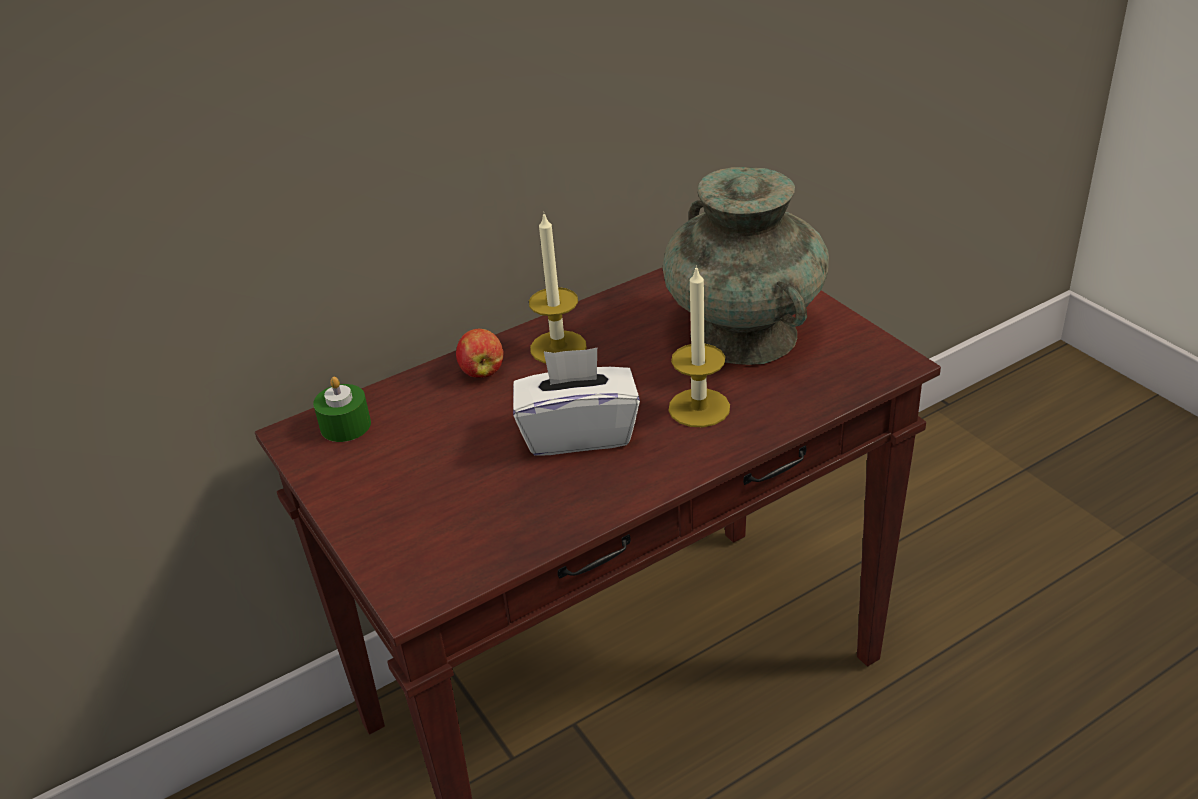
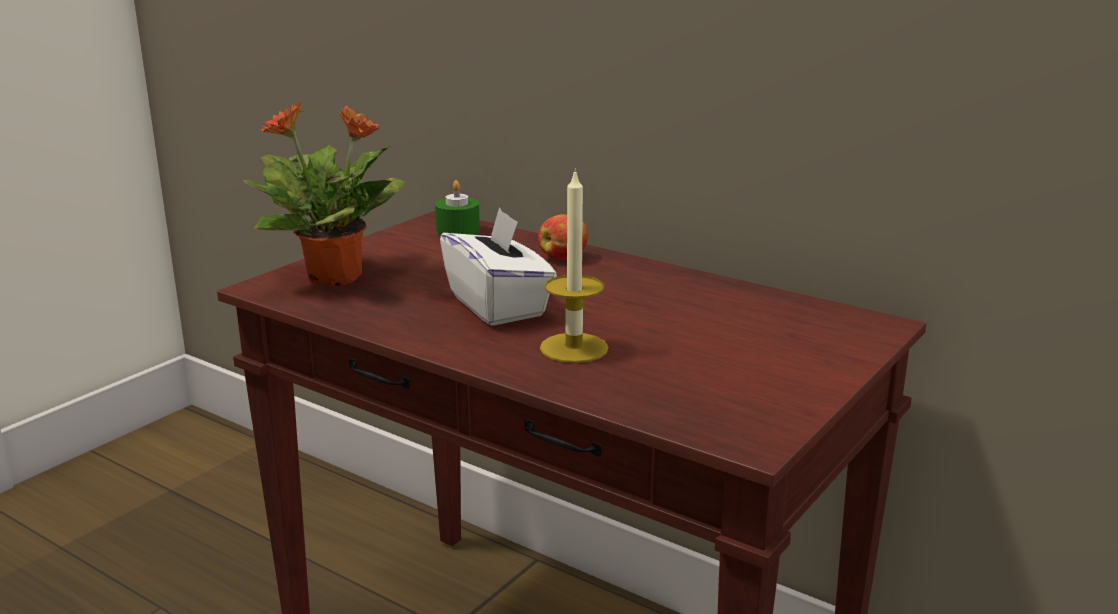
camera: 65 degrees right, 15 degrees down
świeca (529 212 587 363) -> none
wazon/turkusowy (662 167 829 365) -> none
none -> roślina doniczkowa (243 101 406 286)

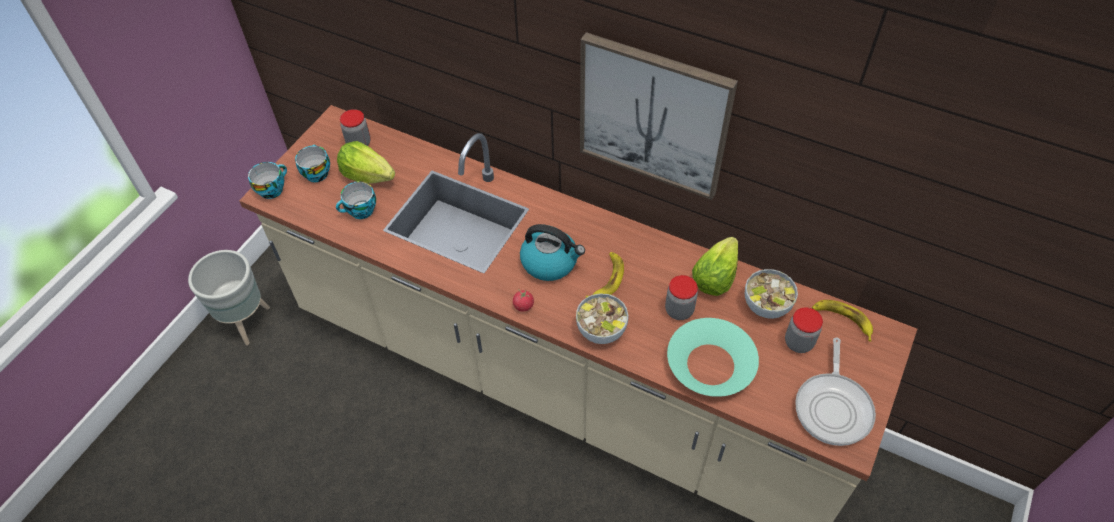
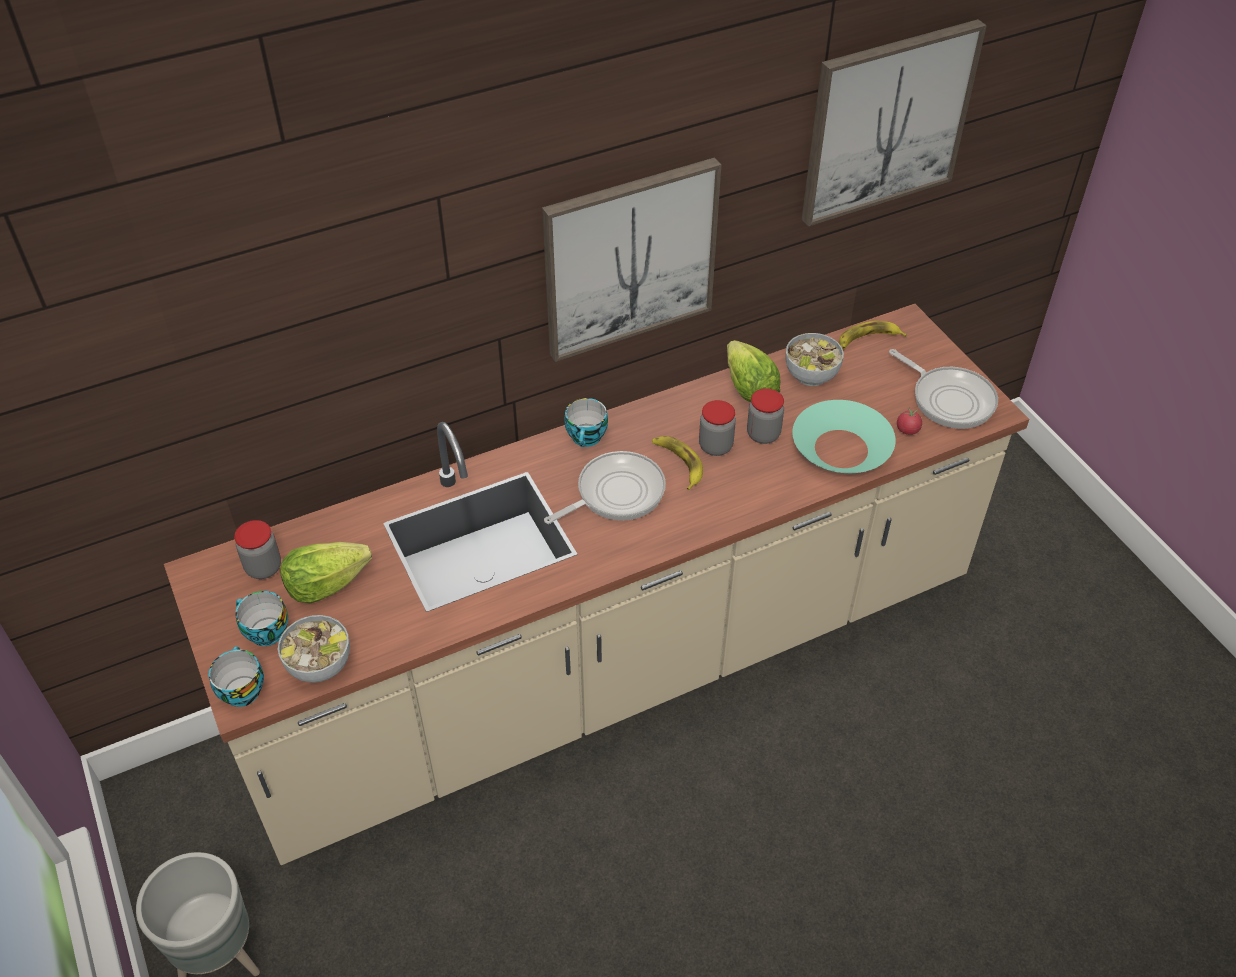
camera: 55 degrees left, 5 degrees down
filiżanka (336 181 376 219) -> filiżanka (564 398 608 447), move
pomidor (513 290 534 311) -> pomidor (897 407 922 435), move
czajnik (520 224 585 281) -> patelnia (544 451 666 524)
miska (576 293 629 344) -> miska (278 615 350 683), move
słoik (785 307 823 353) -> słoik (699 400 736 456), move
none -> obraz (802 19 987 226)

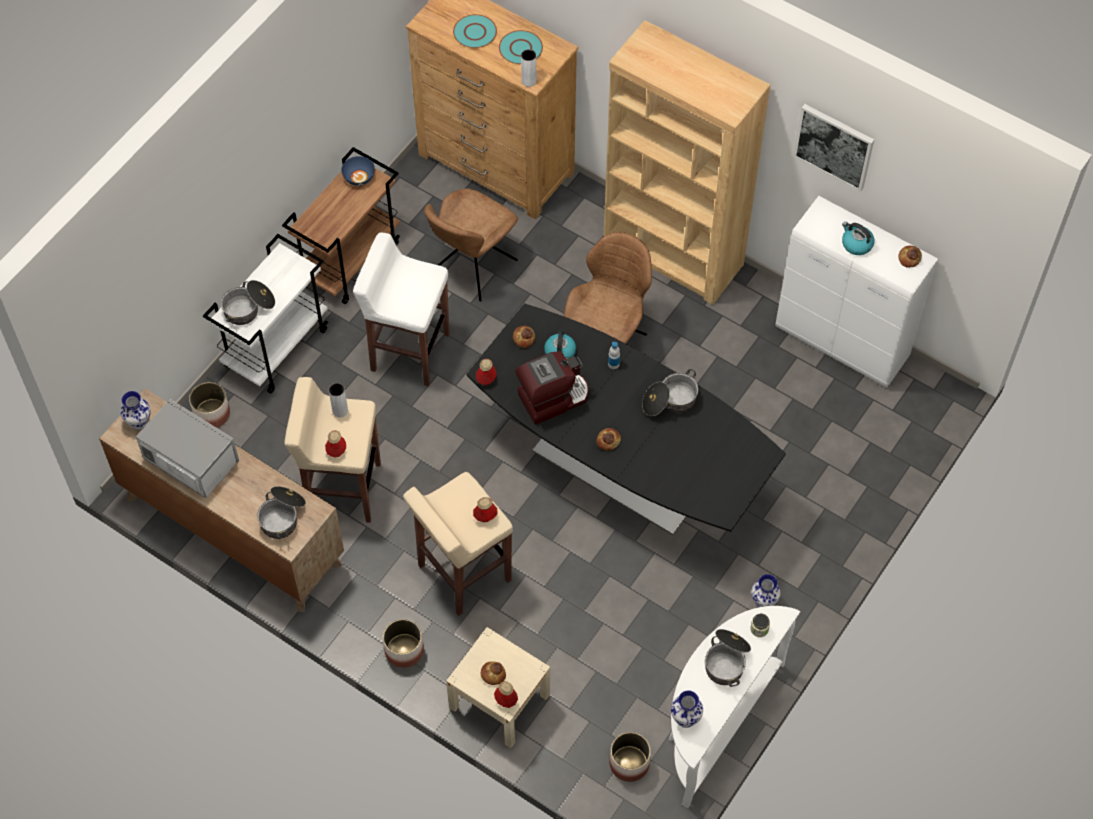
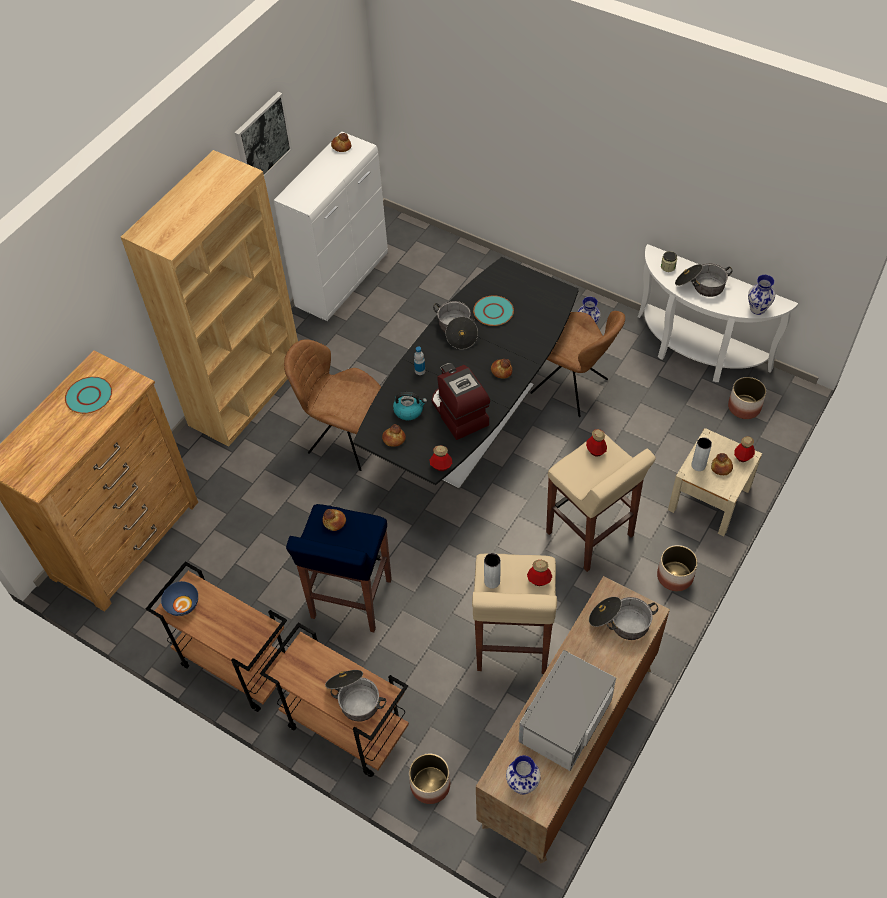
camera: 90 degrees left, 5 degrees down
wózek/biały (203 234 328 394) -> wózek/brązowy (260 623 409 777)
stołek/biały (353 232 450 386) -> stołek/niebieski (286 504 392 632)
krzesło/brązowy (424 188 518 302) -> krzesło/brązowy (530 311 625 417), move
talerz/turkusowy (453 14 497 48) -> talerz/turkusowy (473 295 514 326), move
wazon/szary (521 49 536 87) -> wazon/szary (691 437 712 471), move
czajnik (842 222 874 255) -> none
none -> chleb (323 509 346 531)

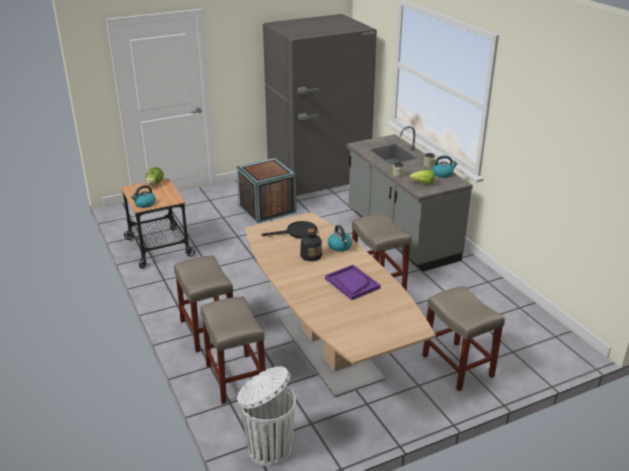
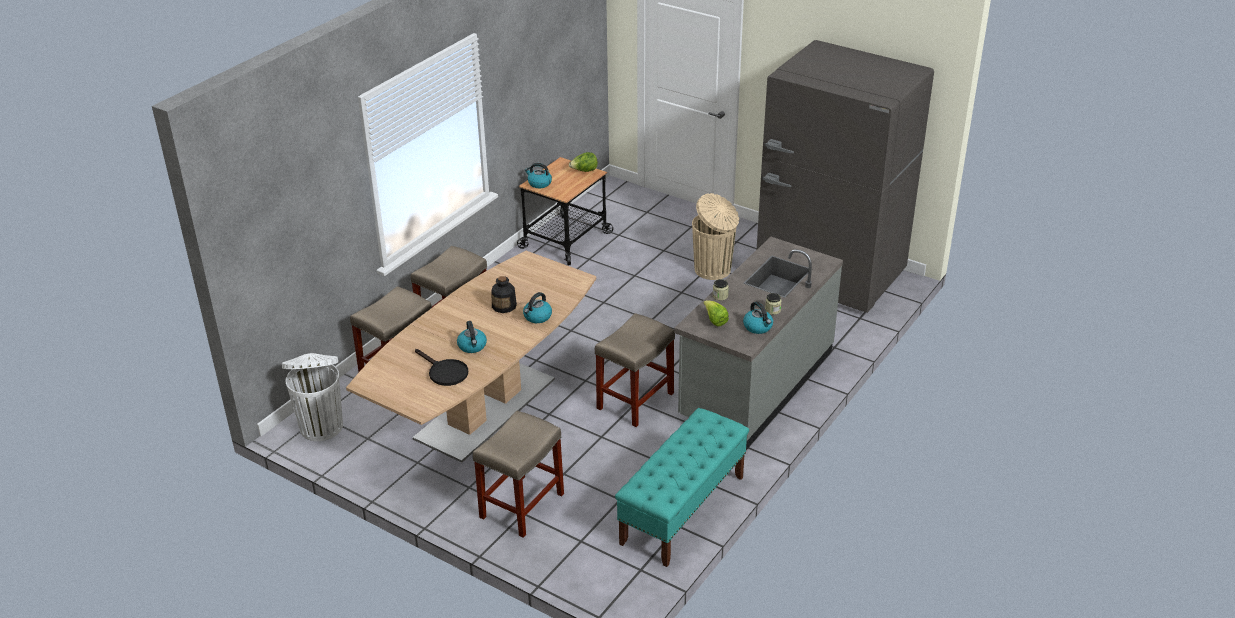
camera: 60 degrees right, 5 degrees up
skrzynka (236 158 296 223) -> kosz na śmieci/beżowy (692 193 739 280)
patelnia/czarny (262 221 317 239) -> patelnia/czarny (415 349 468 386), move
taca/fioletowy (325 265 380 300) -> czajnik (457 321 487 353)
none -> ławka/turkusowy (615 408 749 567)

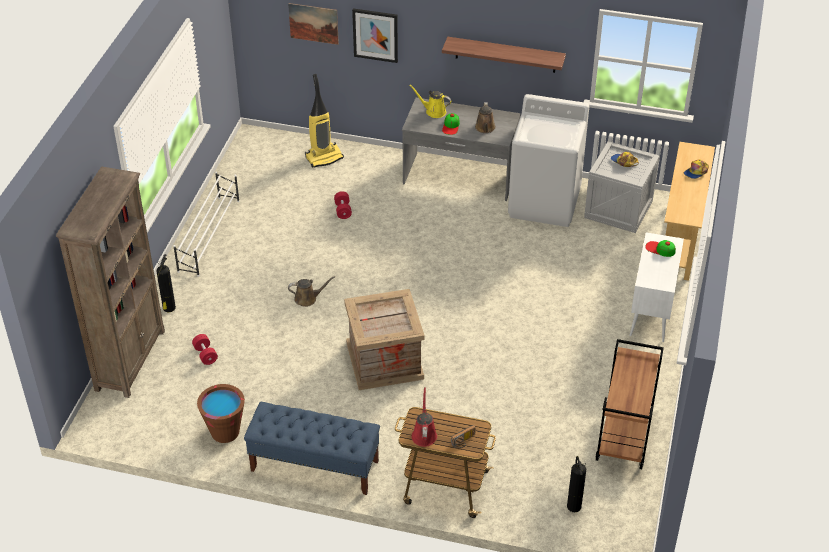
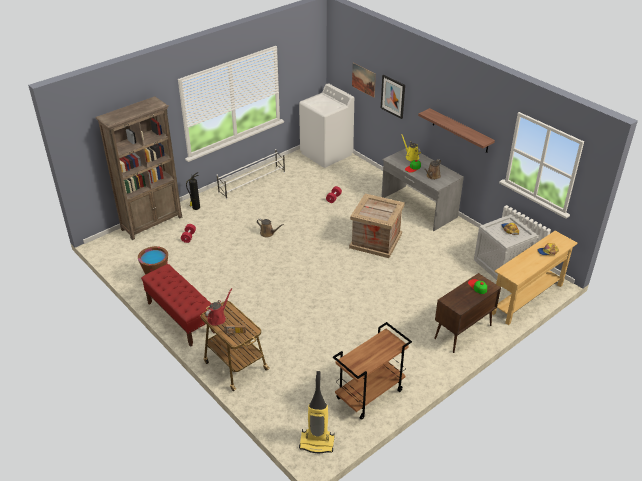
camera: 35 degrees right, 5 degrees down
ławka/niebieski (244 402 380 495) -> ławka/czerwony (141 264 215 347)
odkurzacz (305 74 344 168) -> odkurzacz (299 371 335 453), move
skrzynka (344 289 425 390) -> skrzynka (349 194 405 258), move
pralka/biały (508 94 590 227) -> pralka/biały (299 83 354 168), move
gaśnica (567 456 586 512) -> none
szafka/biały (629 232 684 342) -> szafka/brązowy (434 273 501 353)

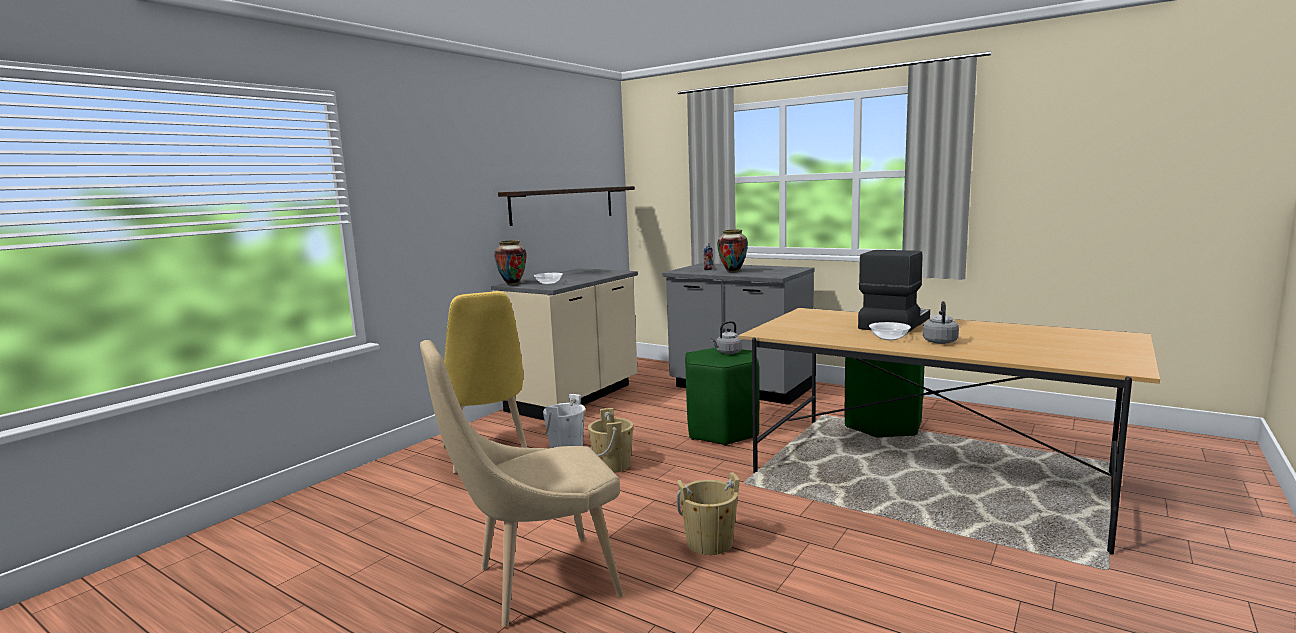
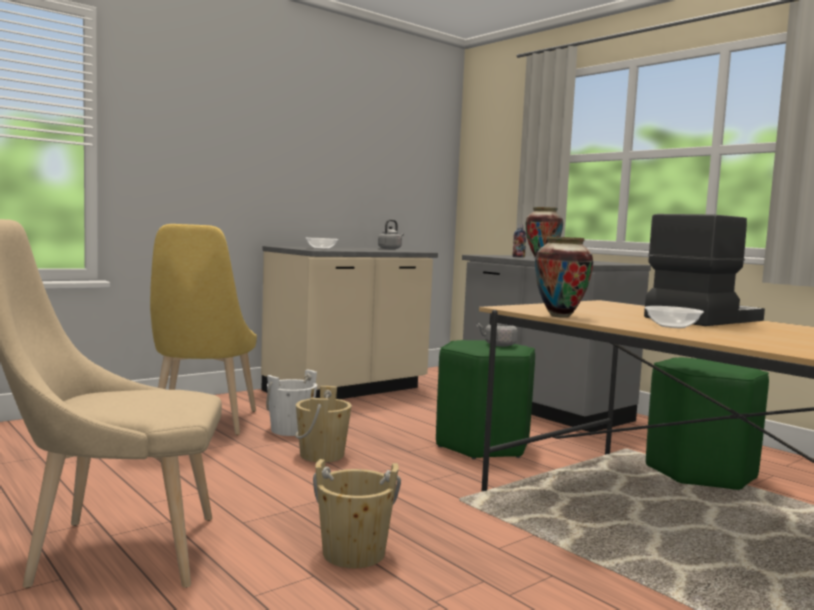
camera: 15 degrees right, 5 degrees down
wazon (494 240 526 285) -> wazon (535 236 593 318), move
półka (498 186 635 226) -> none
czajnik/szary (923 301 959 344) -> czajnik/szary (378 219 404 250), move

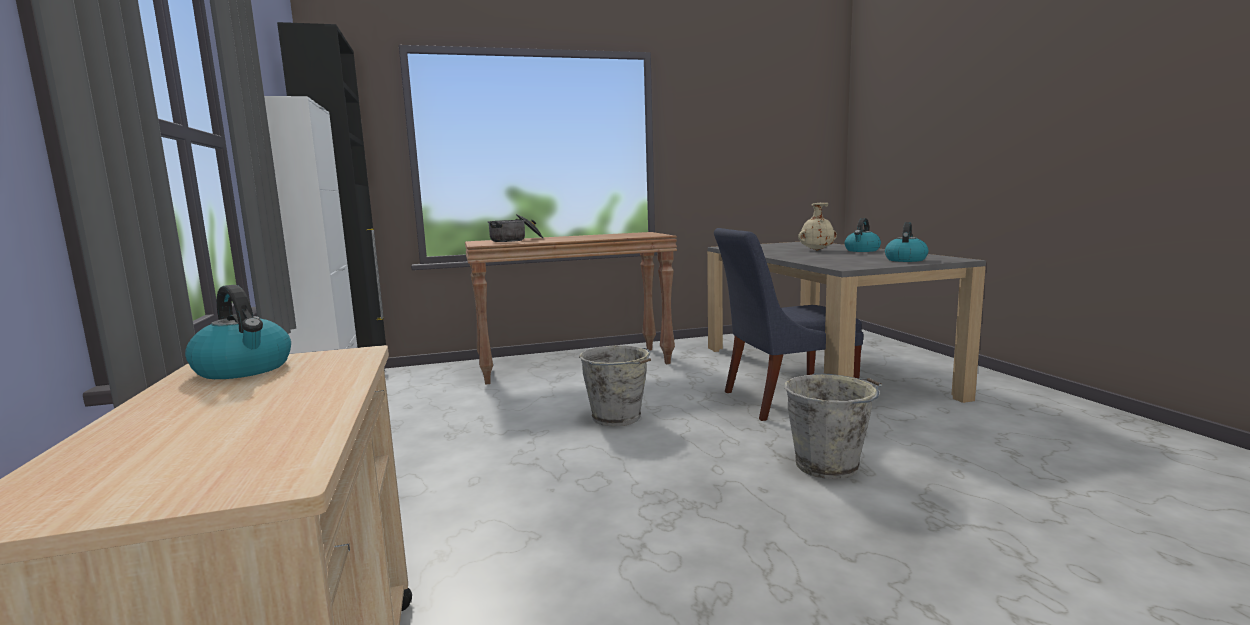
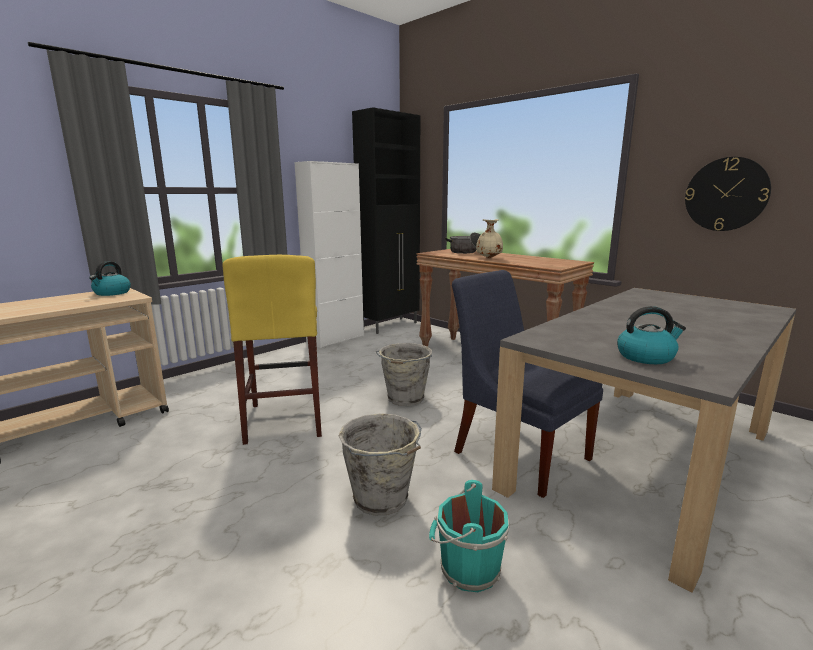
camera: 60 degrees right, 5 degrees up
wazon/beżowy (798 203 837 251) -> wazon/beżowy (476 219 503 258), move
czajnik (845 218 881 252) -> none
none -> stołek/żółty (222 255 322 445)
none -> wiadro/turkusowy (429 480 509 592)
none -> zegar ścienny (685 157 771 231)

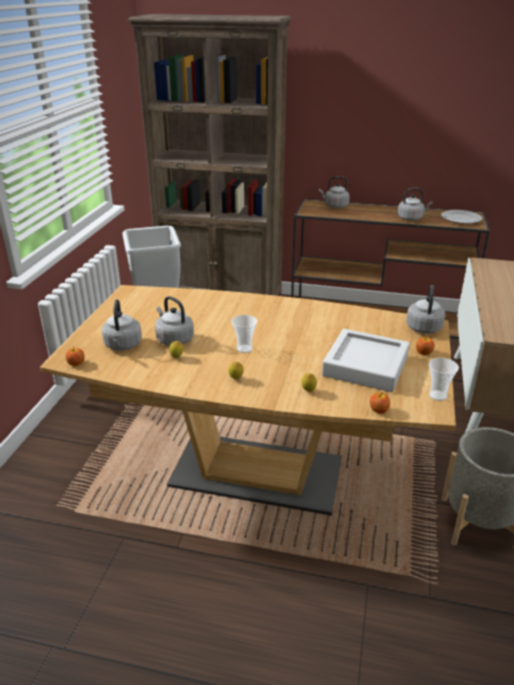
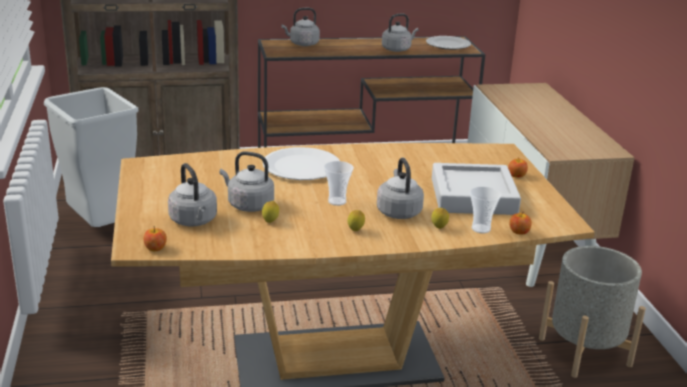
camera: 25 degrees left, 5 degrees down
czajnik/szary (406 285 445 334) -> czajnik/szary (377 157 424 219), move
filiżanka (429 358 459 401) -> filiżanka (470 187 501 234), move
none -> talerz/biały (263 147 340 180)

